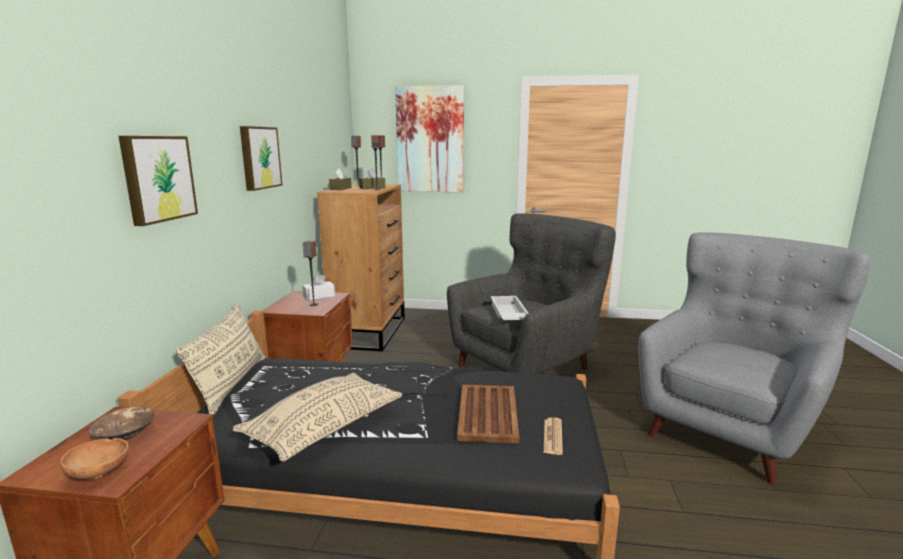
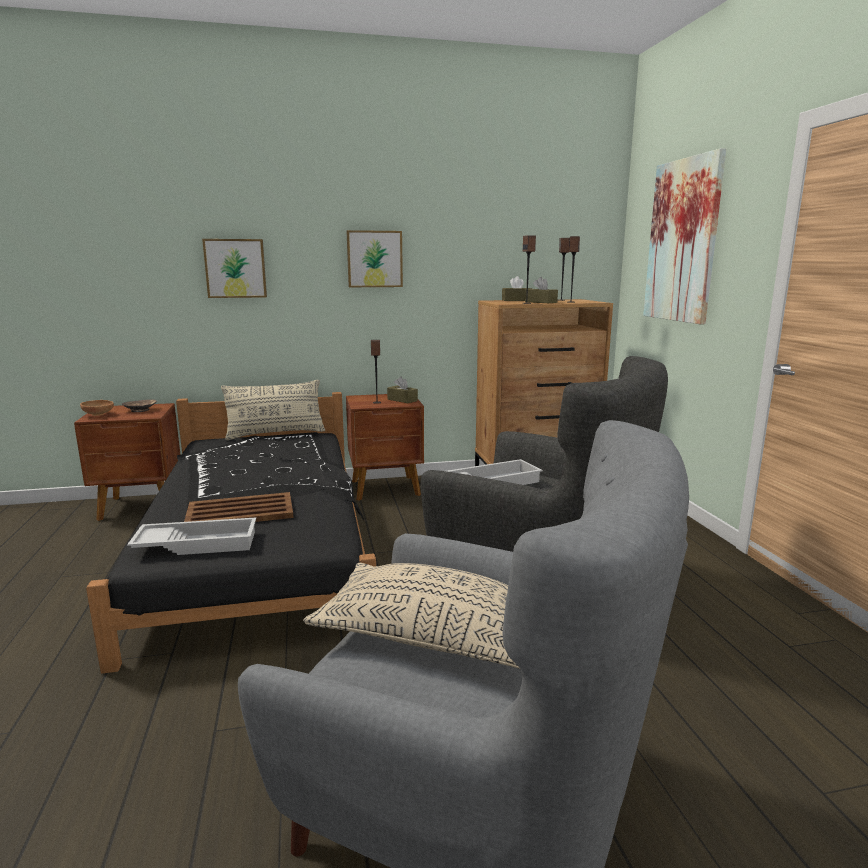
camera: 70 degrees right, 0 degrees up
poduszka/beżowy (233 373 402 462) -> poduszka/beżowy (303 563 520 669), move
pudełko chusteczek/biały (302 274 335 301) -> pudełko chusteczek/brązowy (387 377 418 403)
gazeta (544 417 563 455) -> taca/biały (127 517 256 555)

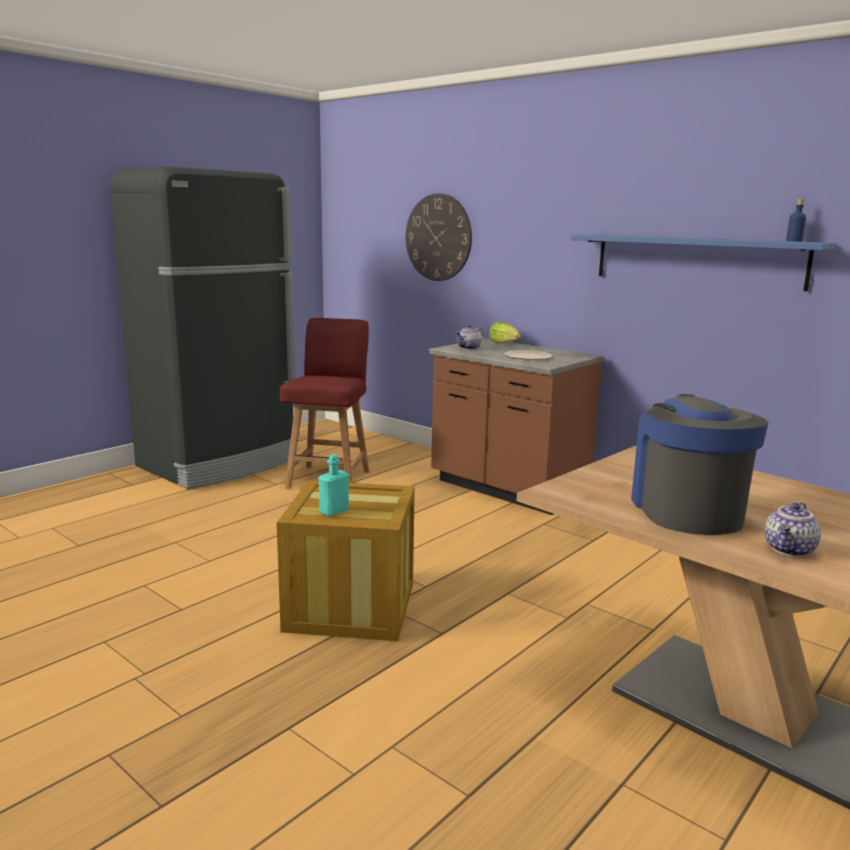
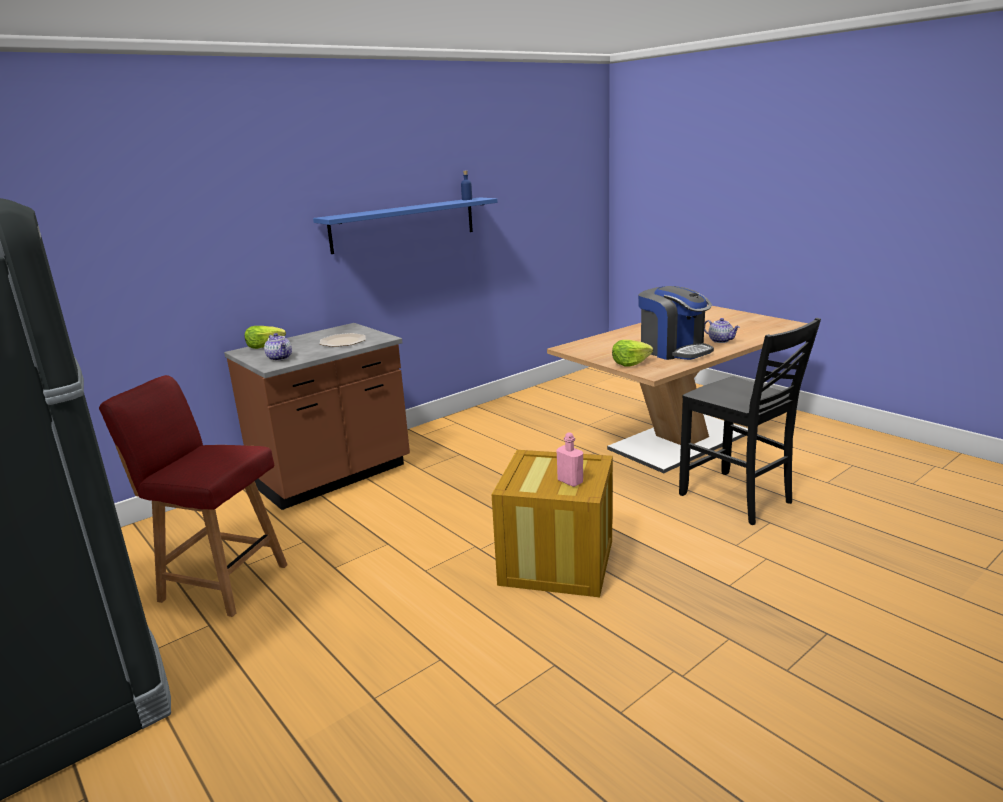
camera: 80 degrees left, 5 degrees up
butelka/turkusowy (319 454 349 516) -> butelka/różowy (557 432 583 487)
zegar ścienny (406 193 472 281) -> none
ekspres do kawy (631 394 768 535) -> ekspres do kawy (638 286 714 360), 135 degrees counterclockwise
none -> sałata (612 340 653 367)
none -> krzesło/czarny (679 318 821 525)

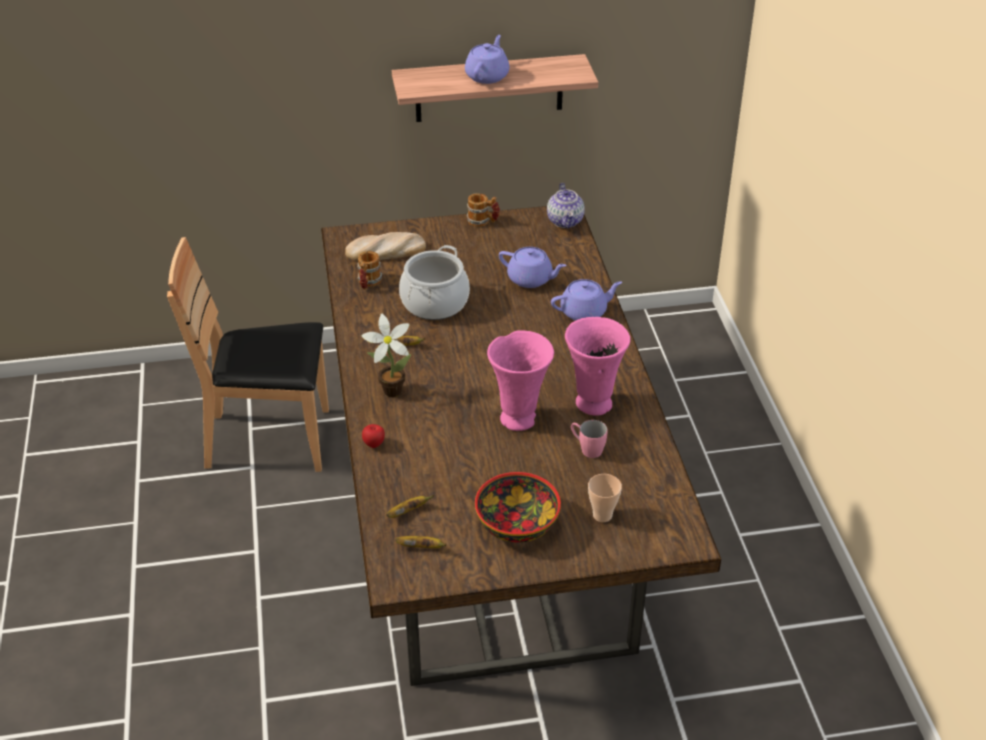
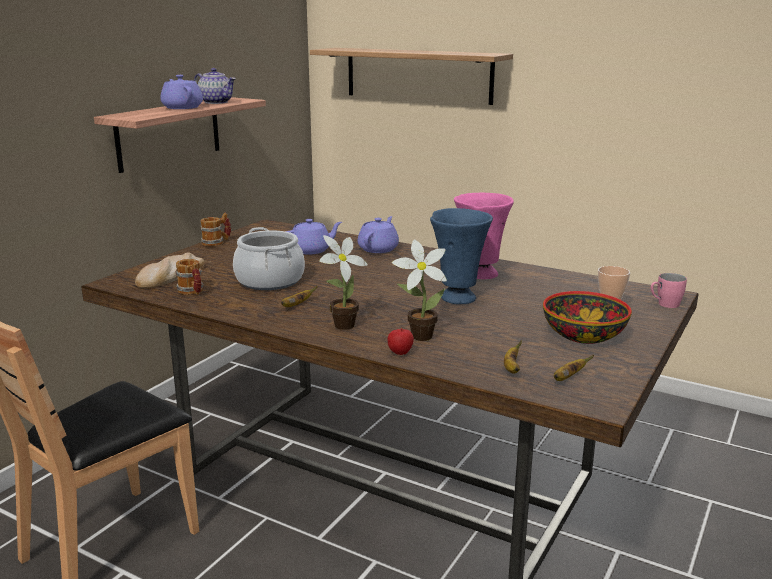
camera: 50 degrees left, 20 degrees down
wazon/różowy (487 330 554 431) -> wazon/niebieski (430 208 493 304)
imbryk (547 183 585 228) -> imbryk (194 68 236 104), move
kubek/różowy (571 420 608 458) -> kubek/różowy (651 273 687 308), move
none -> półka (310 48 513 105)
none -> roślina doniczkowa (392 239 447 341)

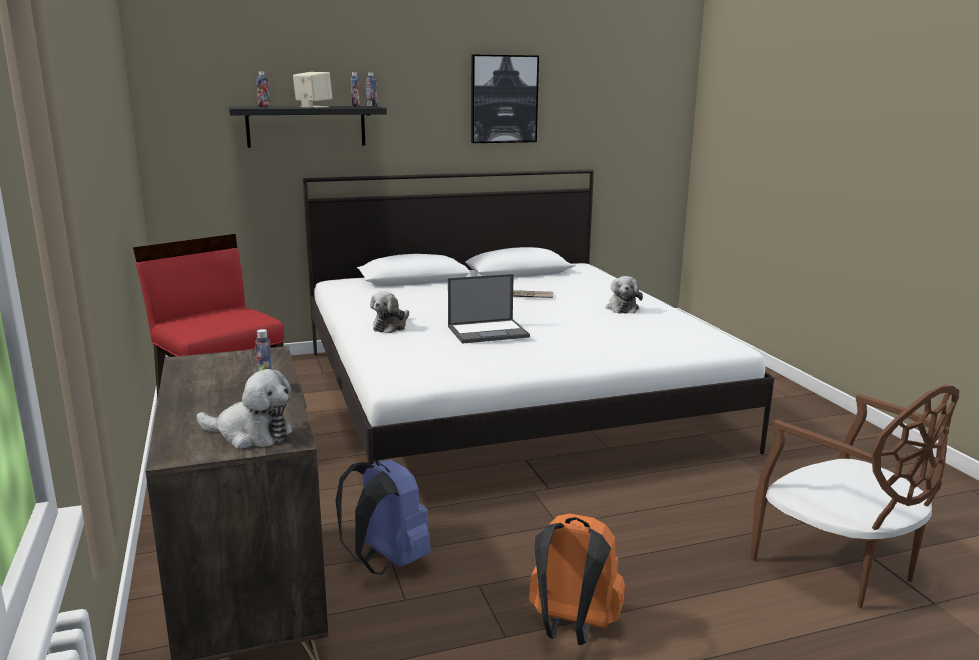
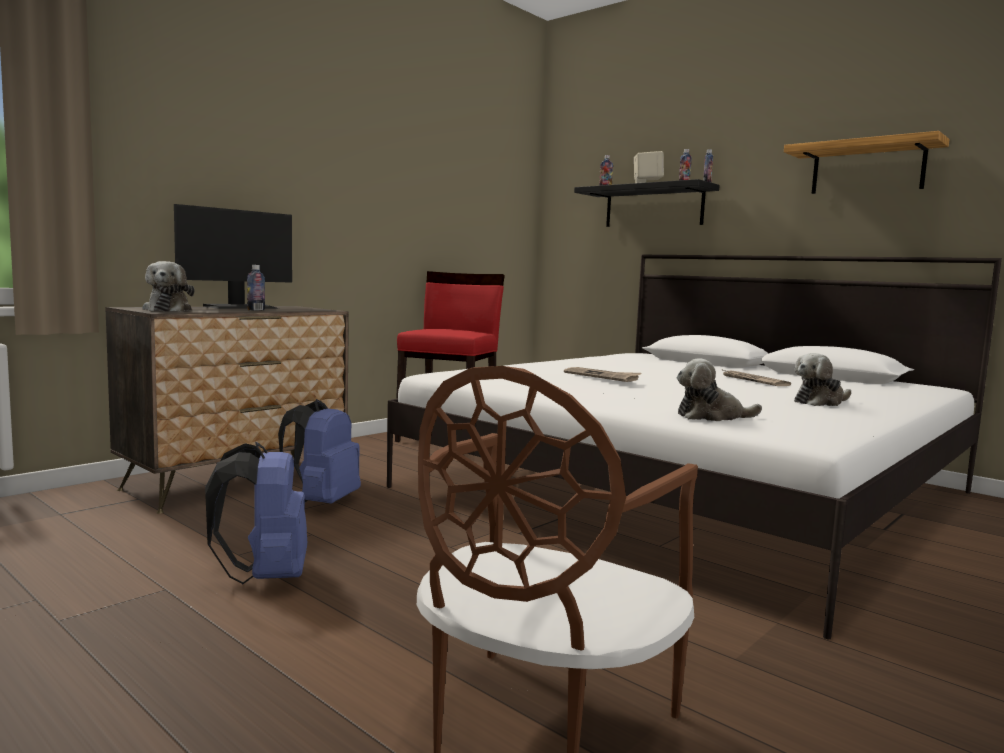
camera: 60 degrees right, 10 degrees down
pluszak (370 291 409 333) -> pluszak (676 359 762 421), move
laptop (448 274 530 344) -> gazeta (564 367 642 382)
obraz (471 55 539 143) -> półka (784 131 950 194)
plecak/pomarańczowy (529 514 625 645) -> plecak/niebieski (205 442 307 584)
none -> monitor (174 204 292 309)

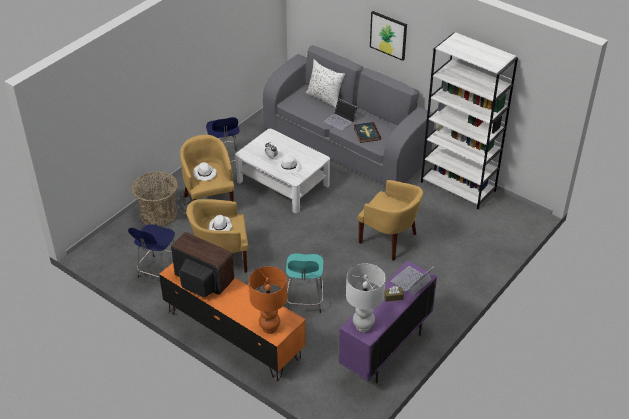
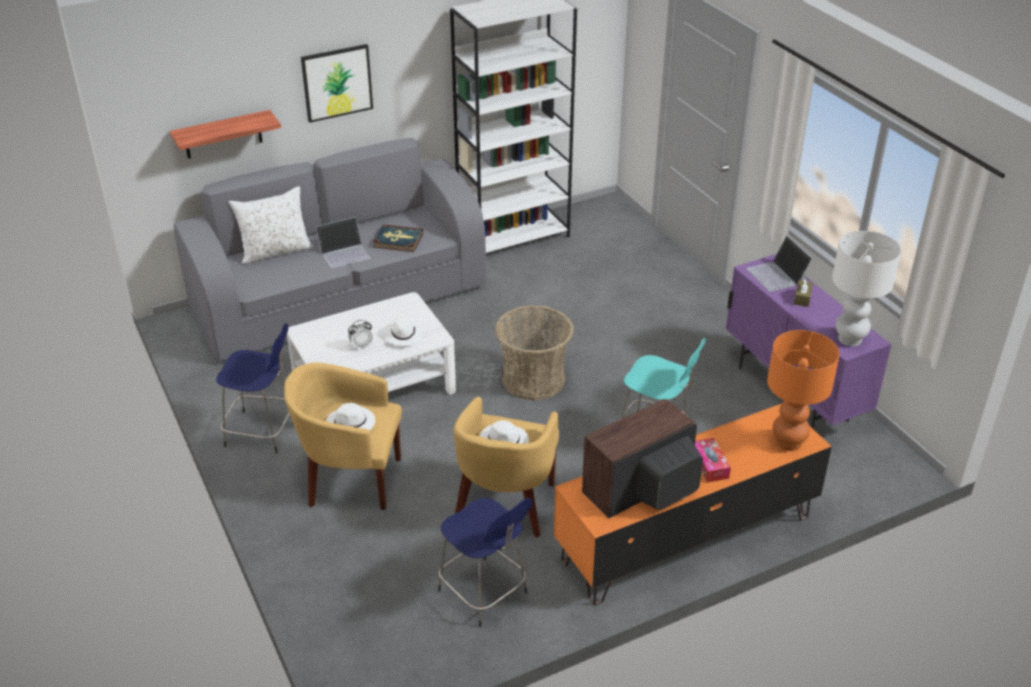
camera: 65 degrees left, 5 degrees down
koszyk (132 171 178 227) -> koszyk (495 305 574 401), move
fotel/żółty (357 180 423 261) -> none
none -> półka (170 110 281 159)
none -> pudełko chusteczek (695 438 731 483)

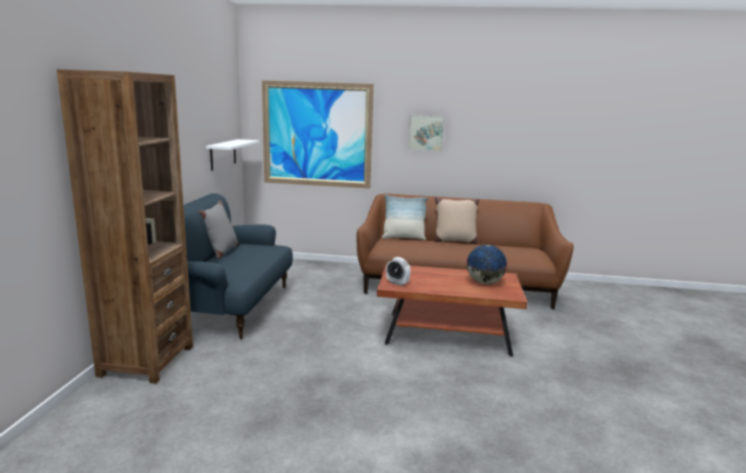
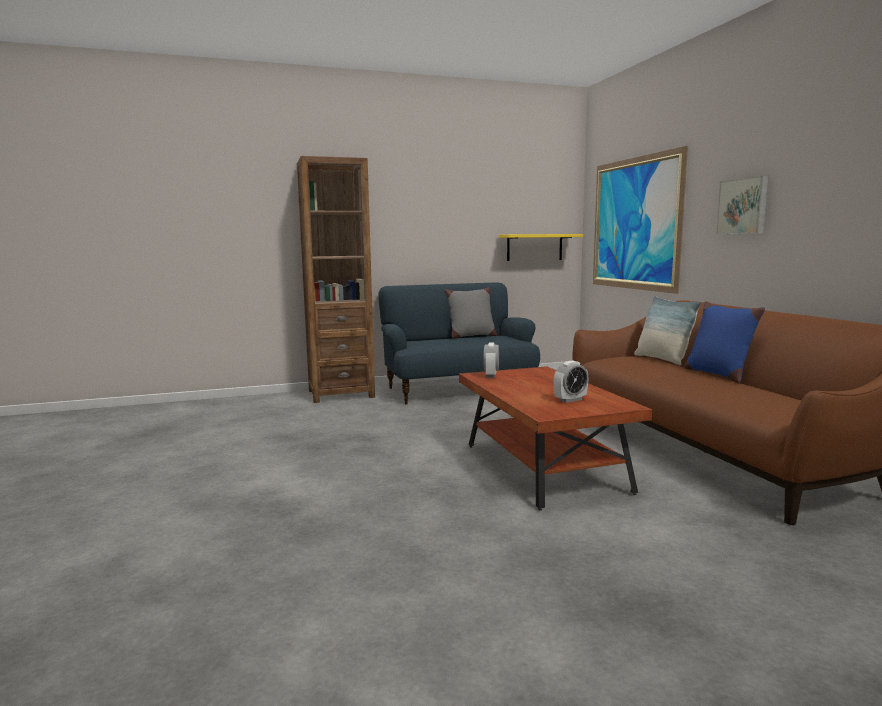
camera: 65 degrees right, 5 degrees down
półka/biały (206 139 259 171) -> półka/żółty (498 234 583 261)
poduszka/beżowy (434 197 479 245) -> poduszka/niebieski (684 301 765 383)
globus (466 245 508 284) -> budzik (553 361 589 403)

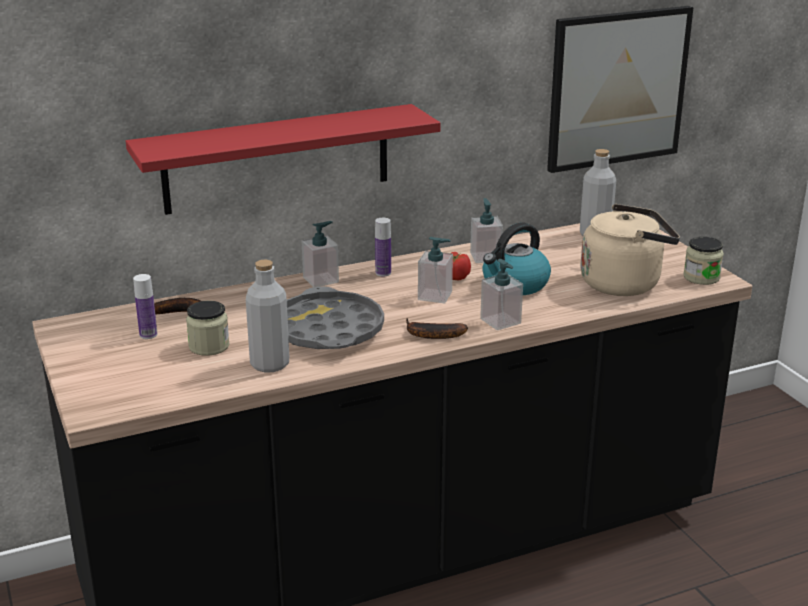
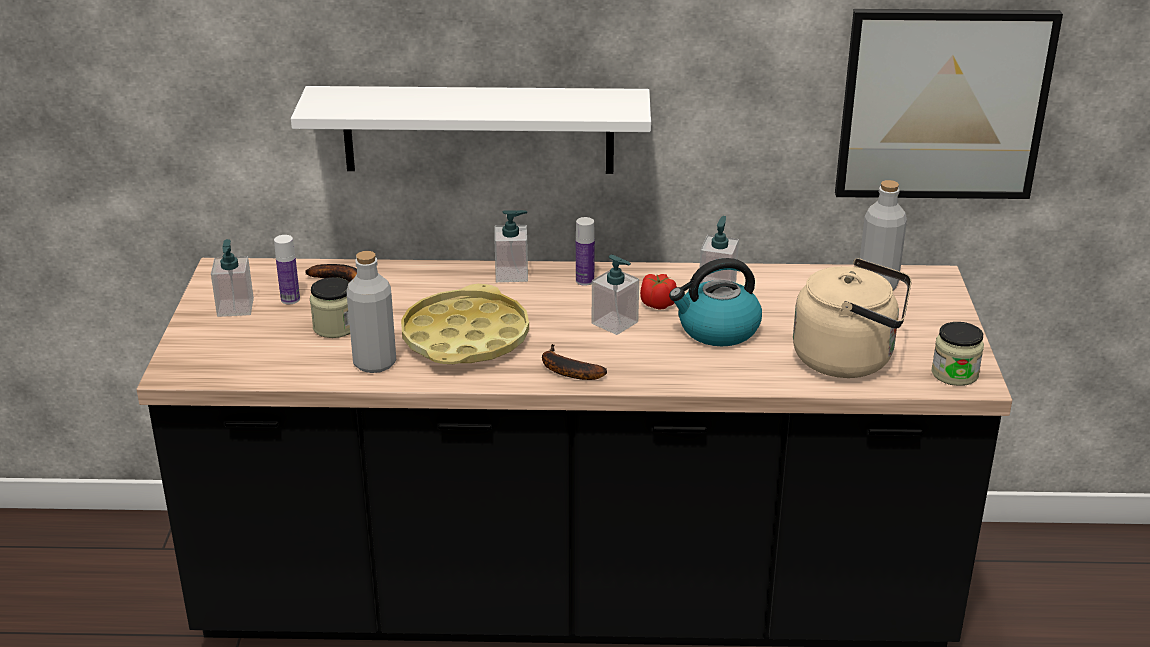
camera: 25 degrees right, 5 degrees up
półka/czerwony (126 104 441 215) -> półka/biały (291 86 651 174)
taca/szary (287 286 384 349) -> taca/żółty (401 284 529 364)
dozownik mydła (480 259 523 330) -> dozownik mydła (211 239 254 317), move

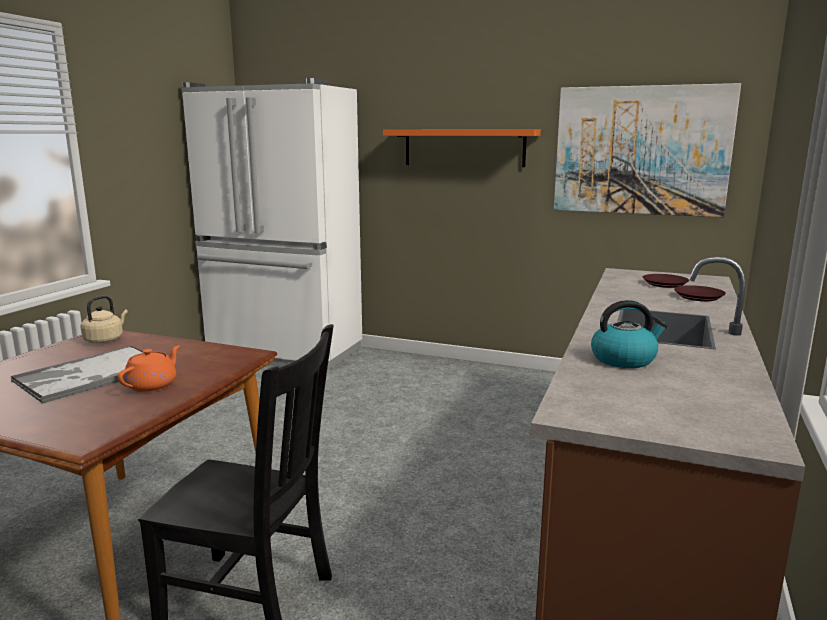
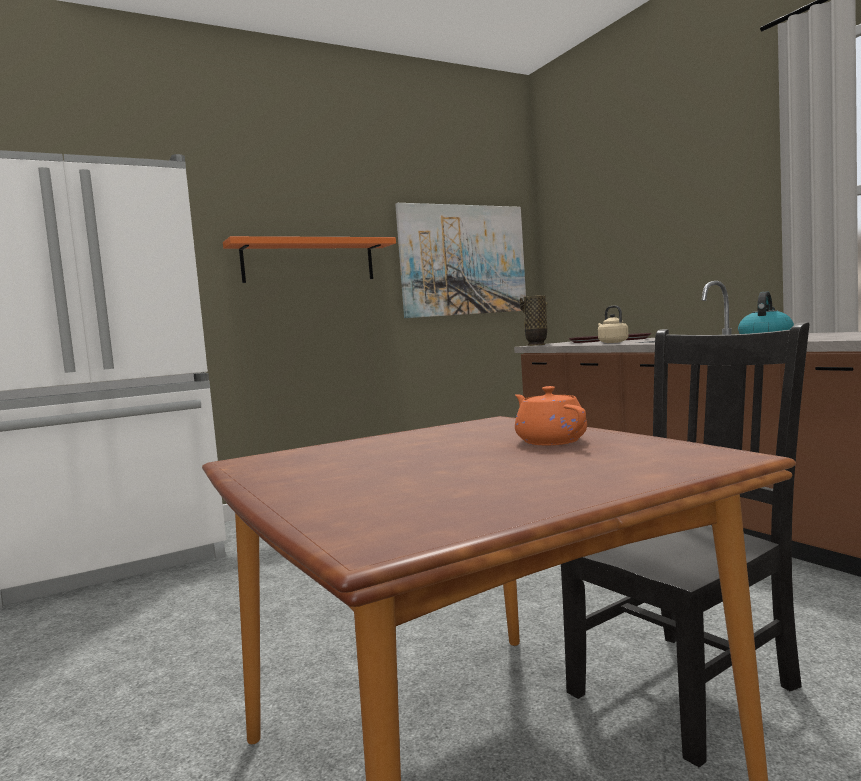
camera: 50 degrees left, 10 degrees down
taca (11 346 143 404) -> none
czajnik/beżowy (80 295 128 343) -> czajnik/beżowy (598 305 629 343), move
none -> wazon (519 295 548 346)

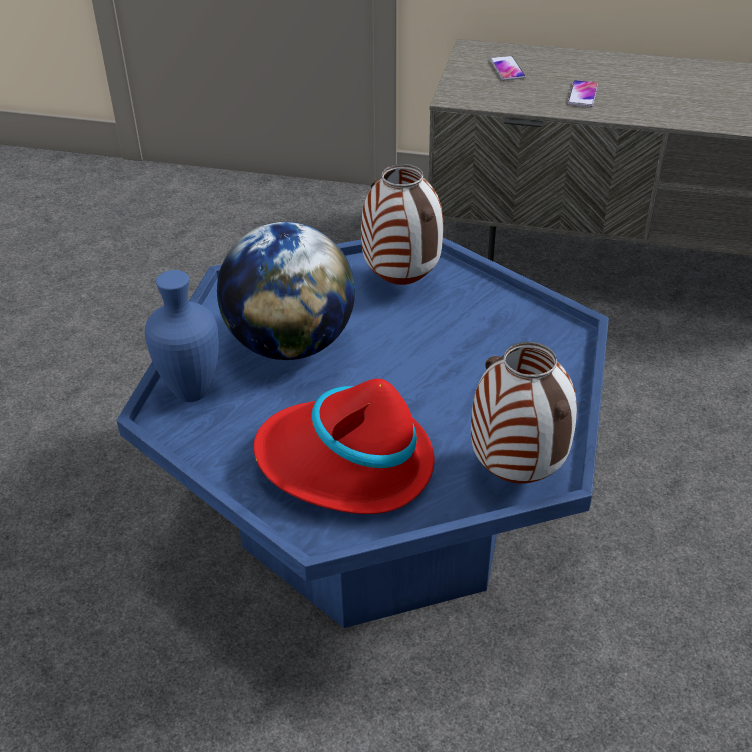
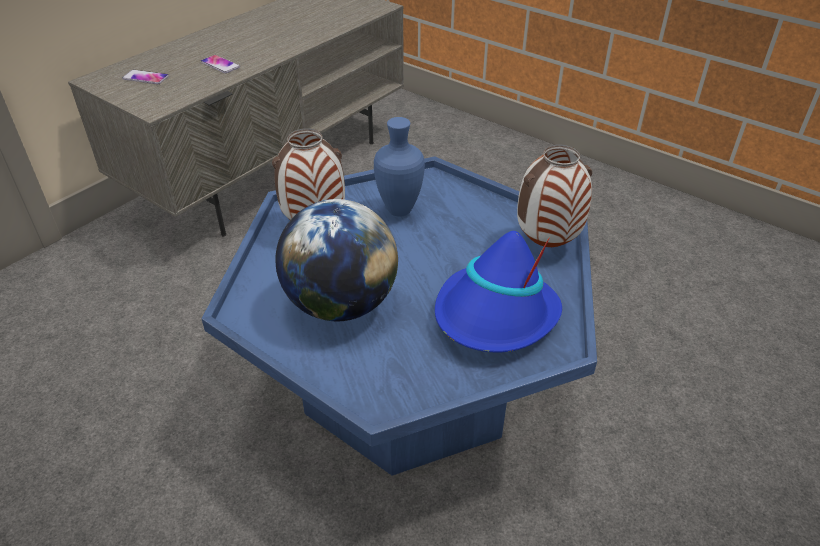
camera: 65 degrees left, 0 degrees up
wazon/niebieski (145 270 219 402) -> wazon/niebieski (374 117 425 217), move
kapelusz/czerwony (254 379 435 514) -> kapelusz/niebieski (435 231 562 352)

